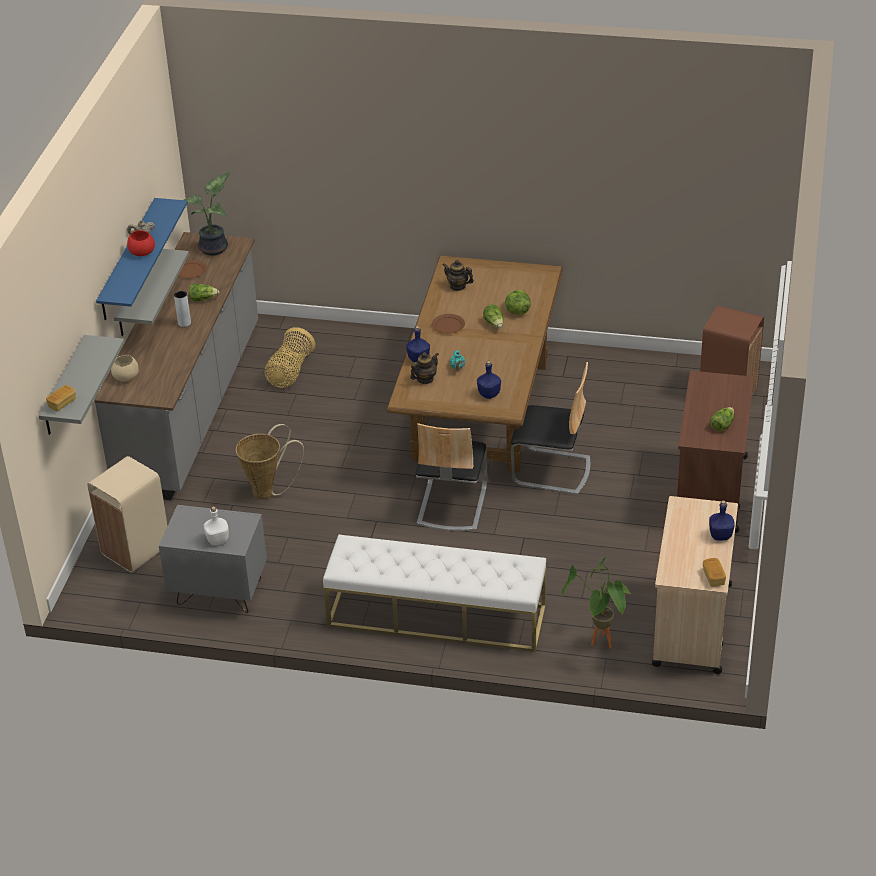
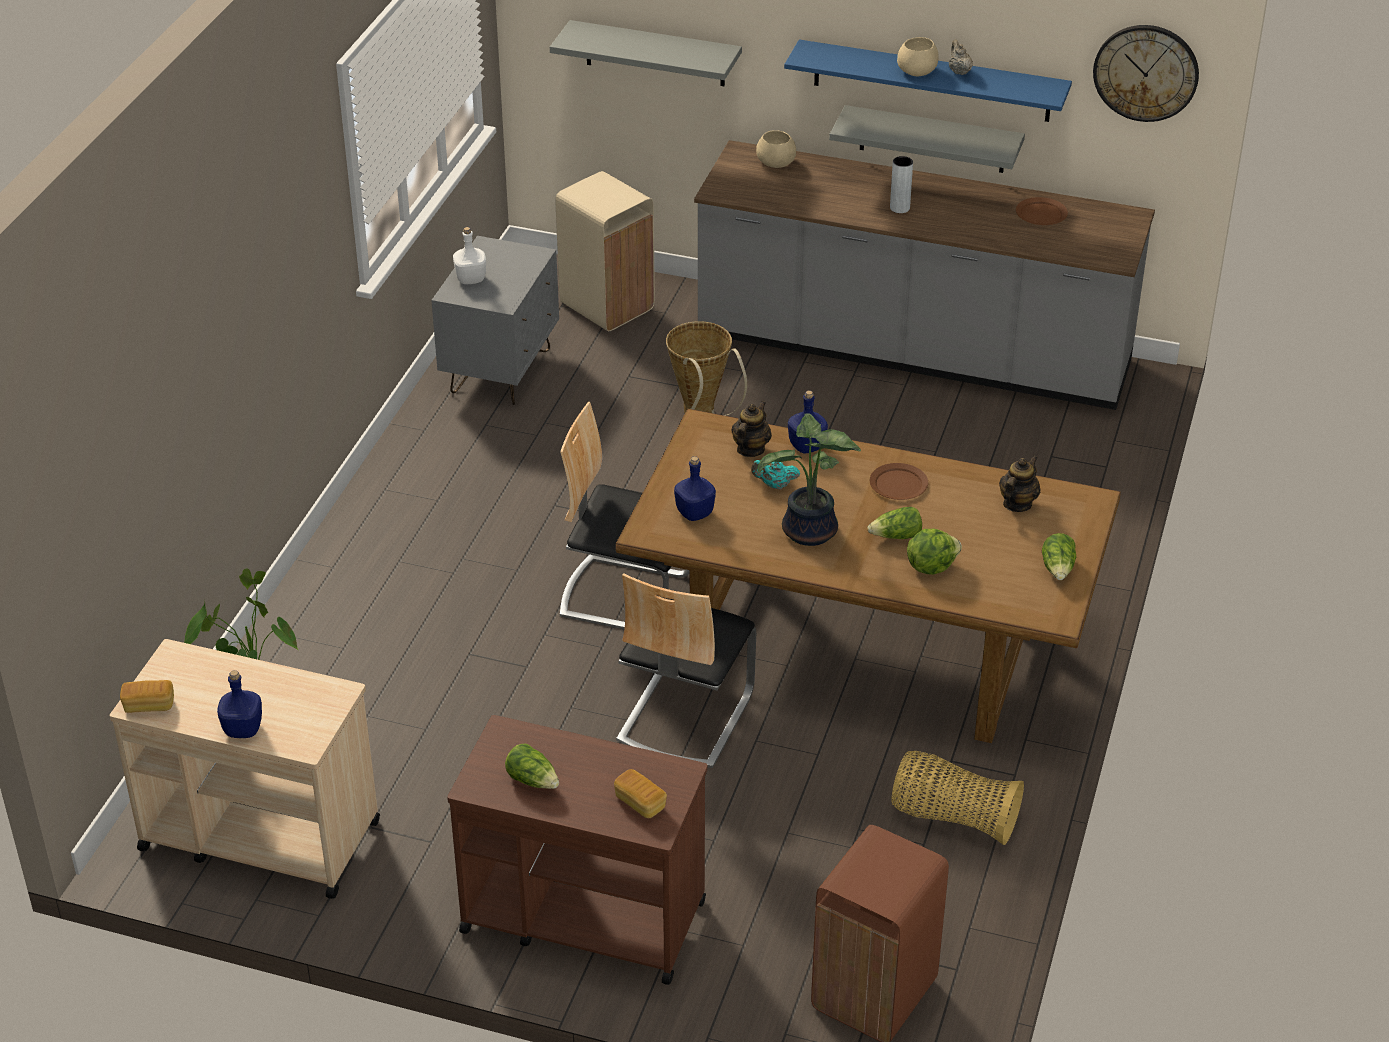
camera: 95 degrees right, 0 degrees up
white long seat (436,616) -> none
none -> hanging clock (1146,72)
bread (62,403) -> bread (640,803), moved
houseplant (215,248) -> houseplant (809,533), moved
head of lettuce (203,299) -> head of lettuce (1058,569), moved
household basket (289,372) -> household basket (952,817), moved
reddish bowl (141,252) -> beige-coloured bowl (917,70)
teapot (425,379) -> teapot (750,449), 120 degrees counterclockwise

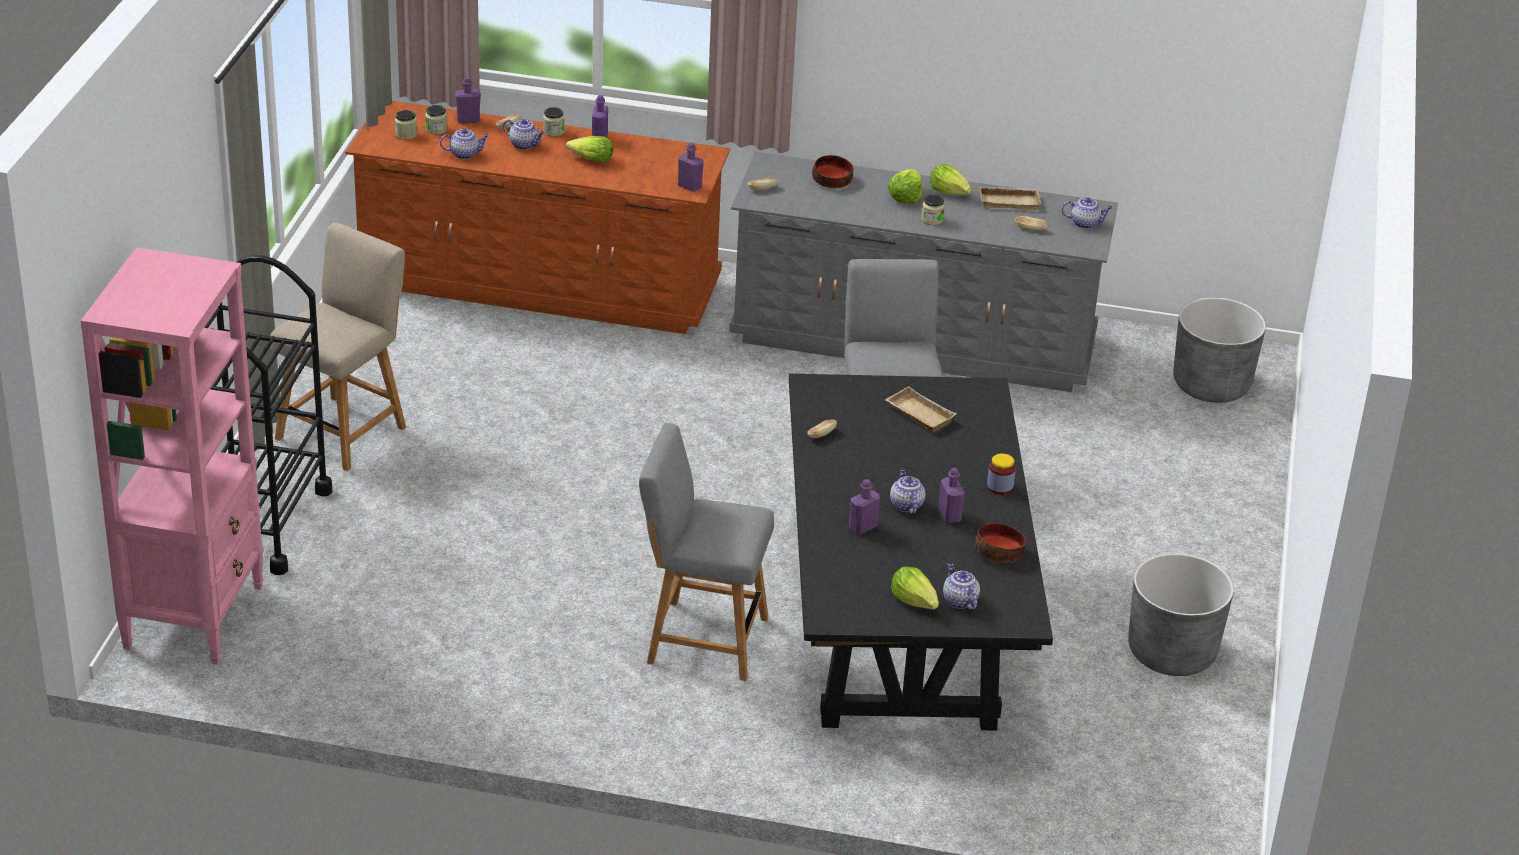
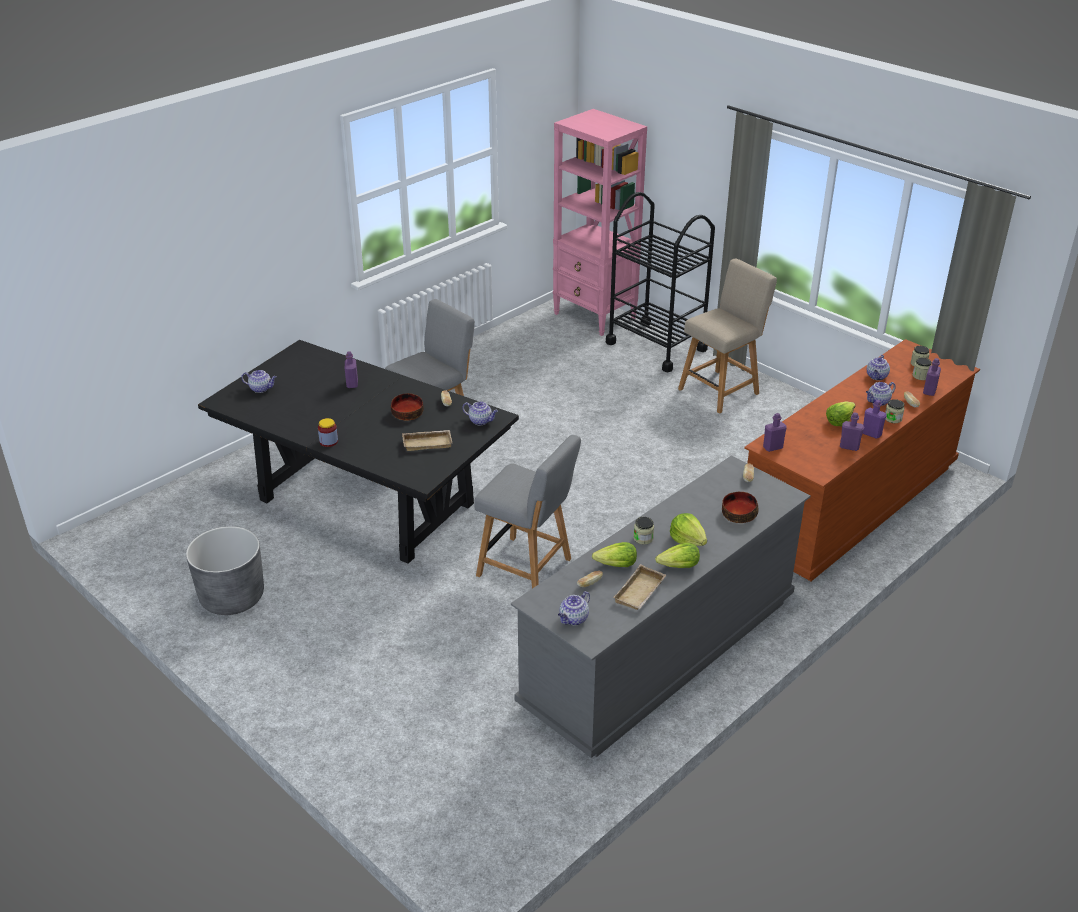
camera: 125 degrees right, 0 degrees up
grey planter (1211,385) -> none
teapot (906,505) -> teapot (481,421), moved
head of lettuce (914,601) -> head of lettuce (616,565), moved
purple-coloured drink bottle (949,516) -> purple-coloured drink bottle (849,447), moved
bowl (999,552) -> bowl (407,413), moved
beige-coloured upright chair (345,430) -> beige-coloured upright chair (721,390), 105 degrees counterclockwise

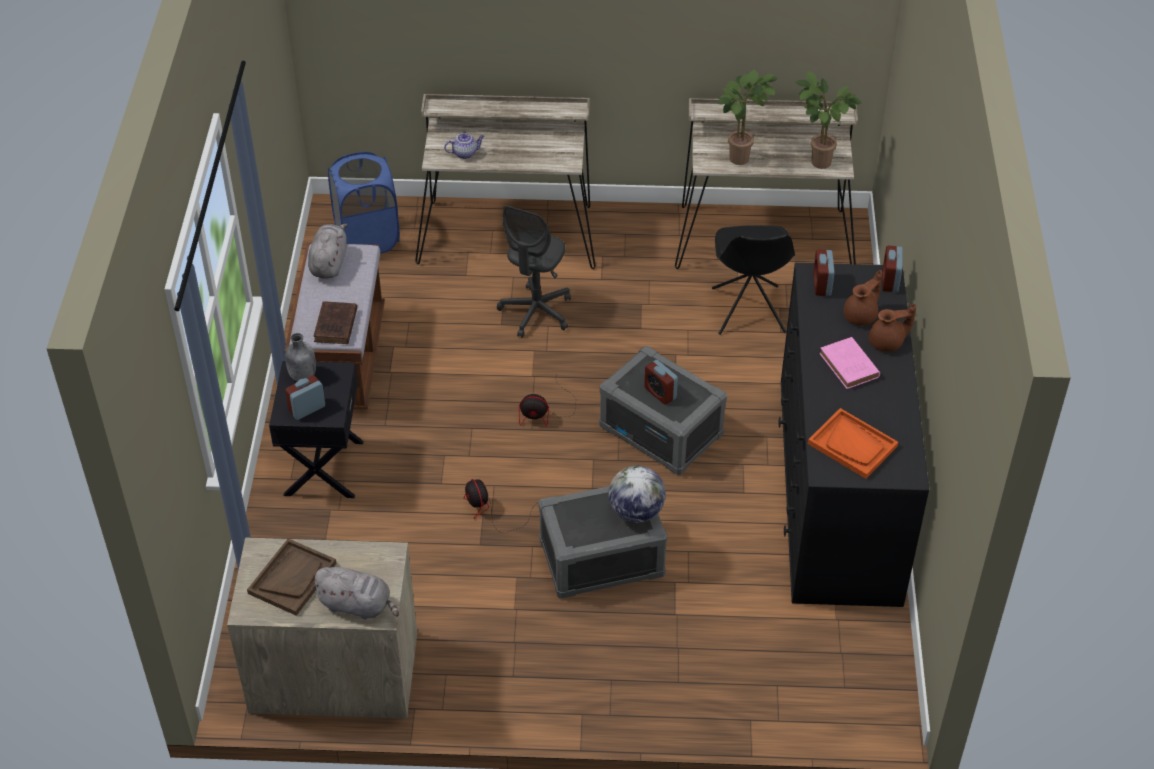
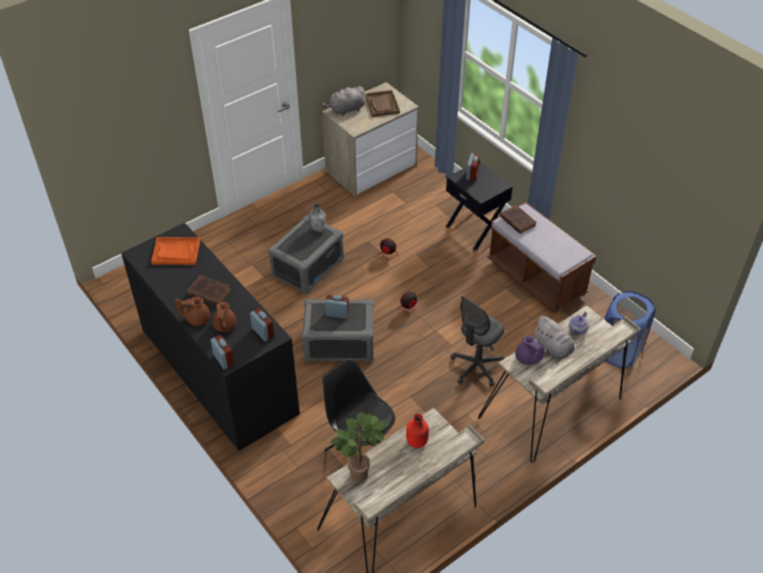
camera: 140 degrees right, 0 degrees up
desk globe (636,512) -> none
none -> purple-coloured teapot (527,359)
grey drink bottle (302,375) -> grey drink bottle (318,229), moved
grey soft toy (329,263) -> grey soft toy (554,348), moved
houseplant (740,156) -> reddish drink bottle (417,442)
pink volume (850,367) -> brown-coloured volume (208,292)
grey desk chair (536,312) -> grey desk chair (476,367), 120 degrees counterclockwise
brown-coloured teapot (887,342) -> brown-coloured teapot (197,318), 45 degrees clockwise

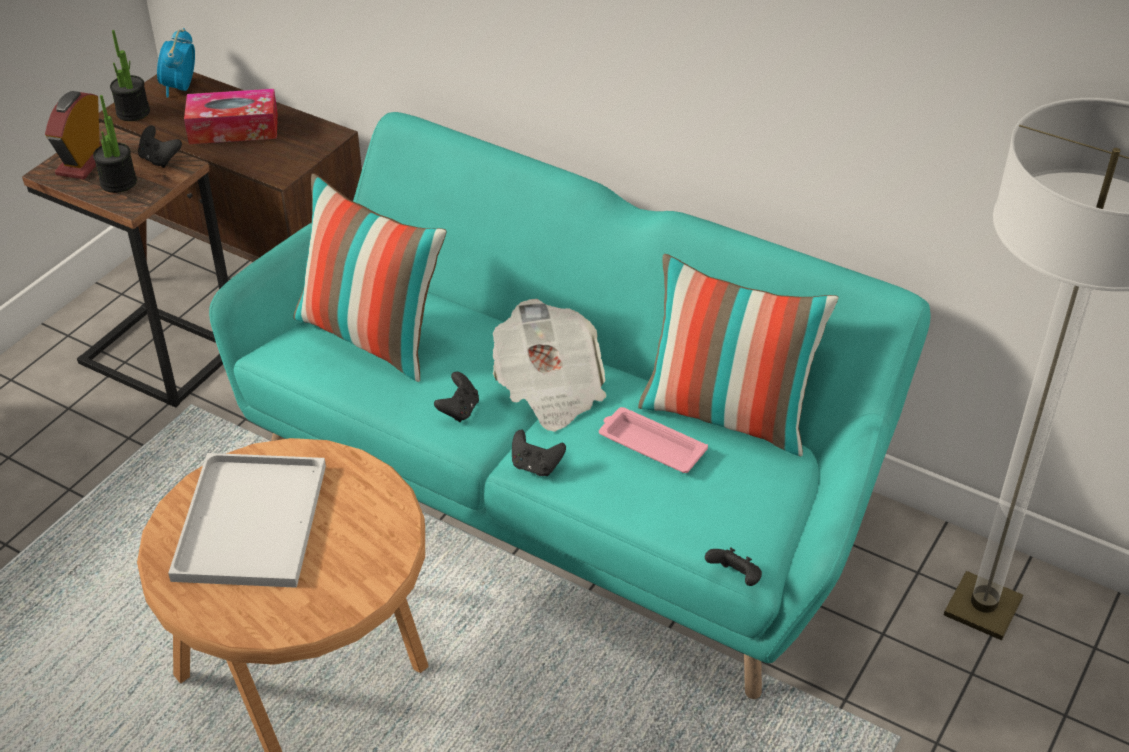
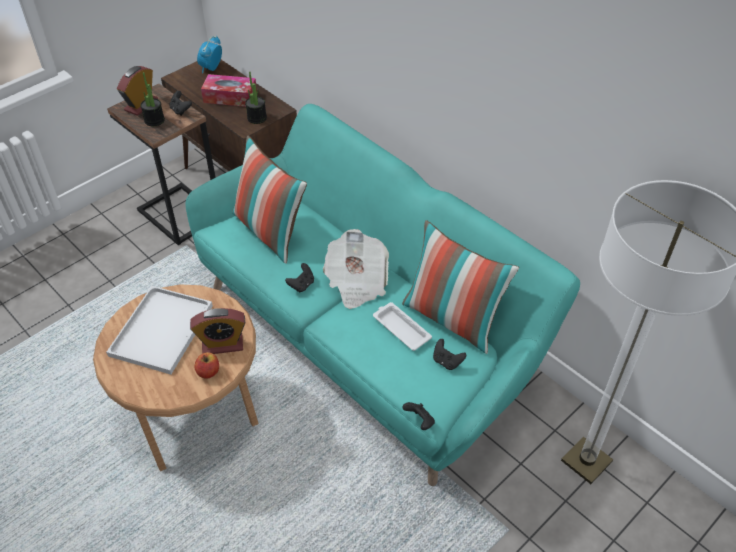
camera: 15 degrees right, 5 degrees up
none -> table clock (222,344)
none -> whole apple (208,372)
houseplant (133,112) -> houseplant (257,118), moved
black-coloured gamepad (536,466) -> black-coloured gamepad (447,361), moved
pink tray (650,445) -> white tray (400,328)

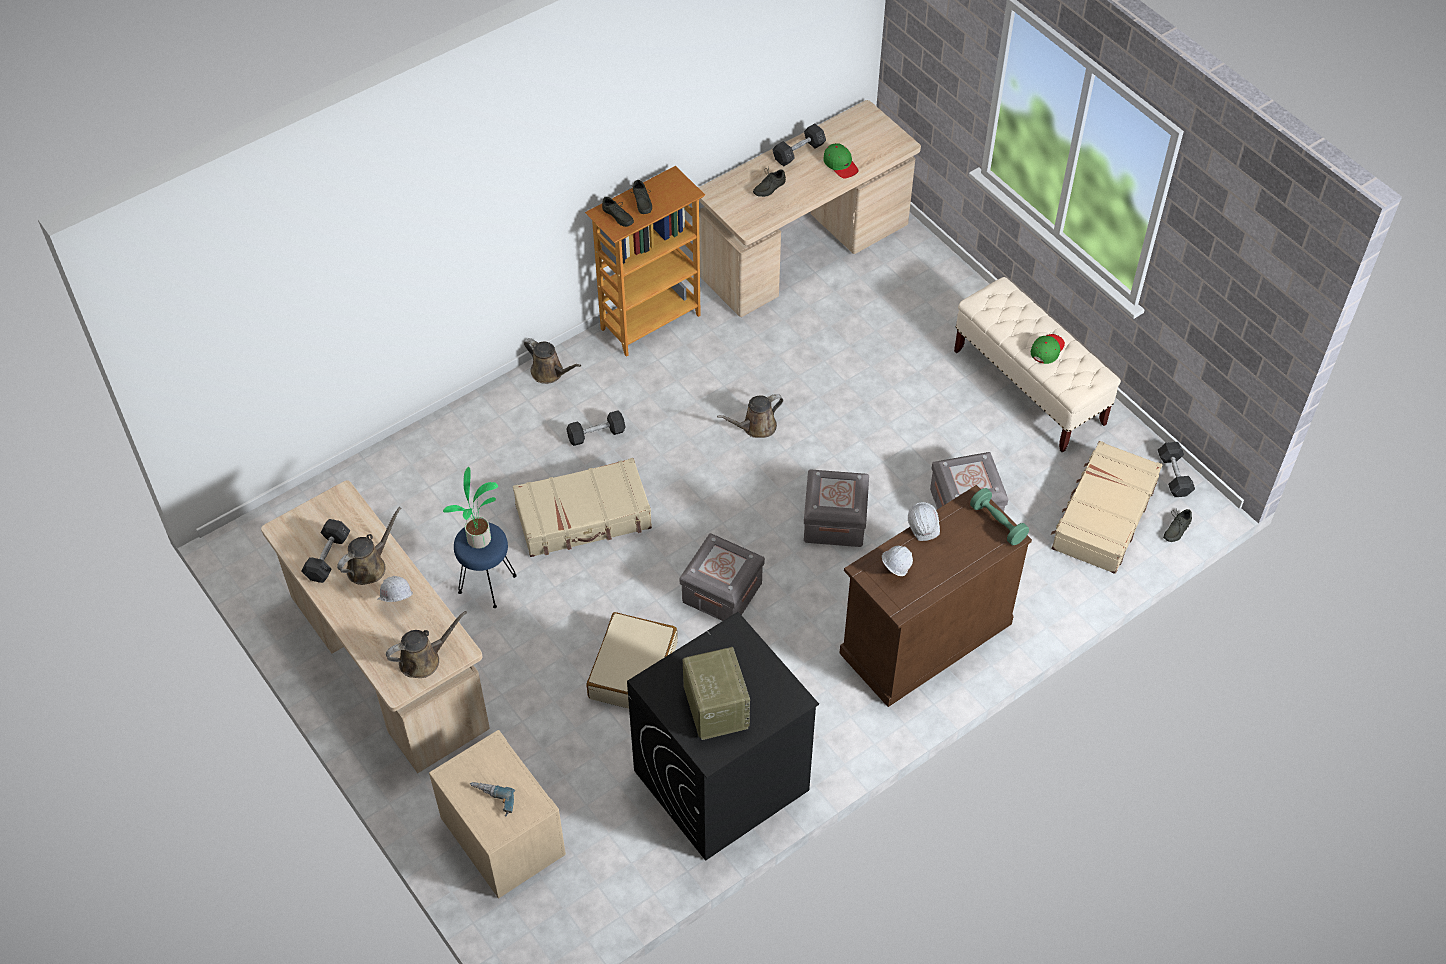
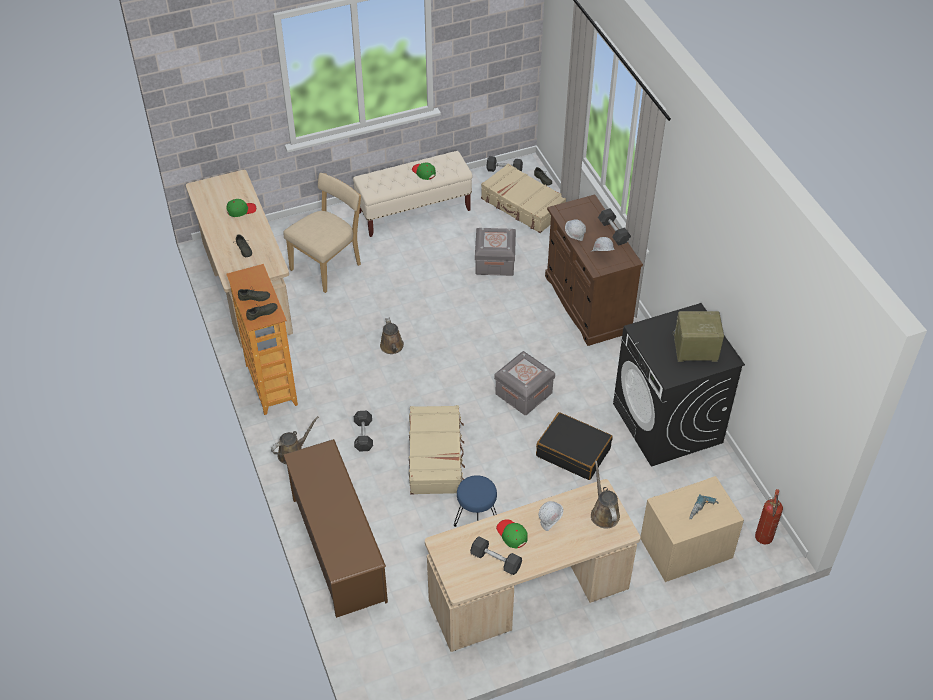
camera: 75 degrees left, 5 degrees down
houseplant (480,540) -> none
grey storage container (834,521) -> none
green-coloured hand weight (998,523) -> none
none -> brown-coloured shoe rack (338,548)
none -> beige-coloured upright chair (328,266)
none -> fire-fighting cylinder (763,541)
grey hand weight (799,152) -> grey hand weight (613,232), moved
brown-coloured watering pot (369,566) -> green-coloured baseball cap (512,535)
beige-coloured piece of luggage (634,671) -> black-coloured piece of luggage (573,452)

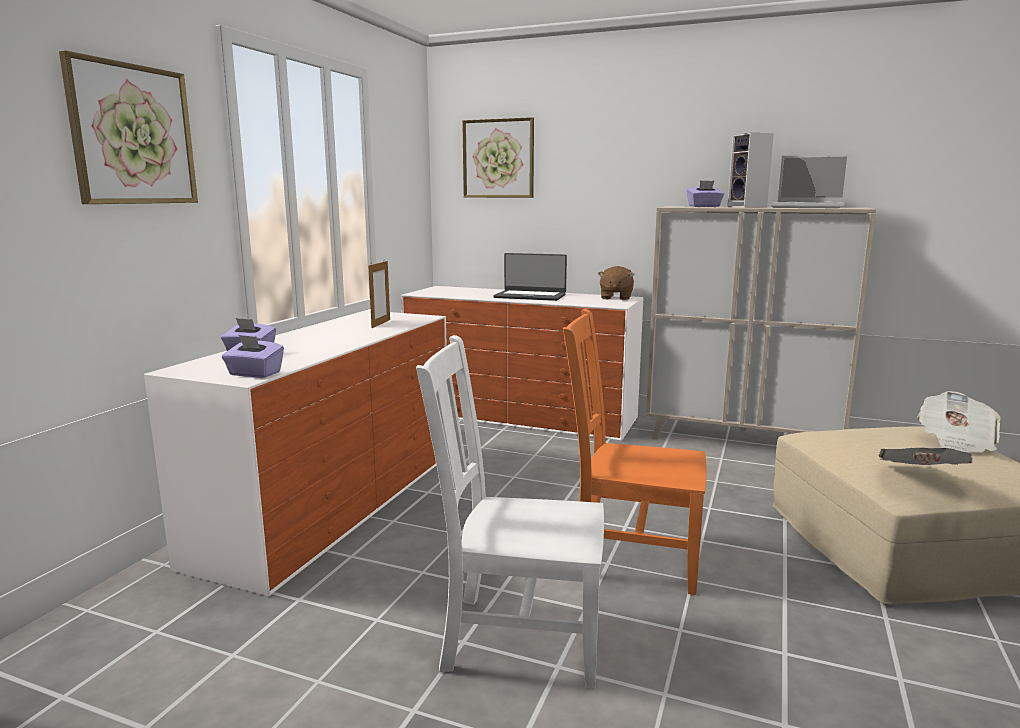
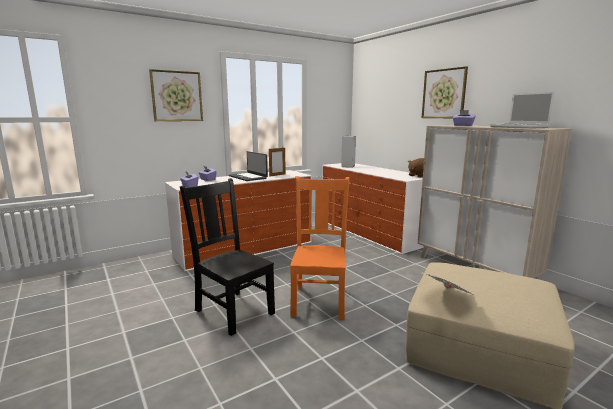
camera: 35 degrees right, 0 degrees up
printed paper (955,442) -> none
picture (498,159) -> picture (444,94), moved
notebook computer (530,296) -> notebook computer (248,177), moved
audio speaker (748,207) -> audio speaker (348,166), moved
white upright chair (517,638) -> black-coloured upright chair (233,310)
orange-coloured upright chair (629,557) -> orange-coloured upright chair (319,300), 45 degrees clockwise

